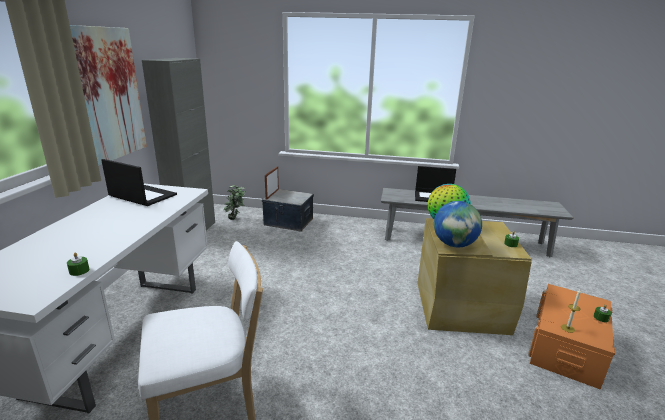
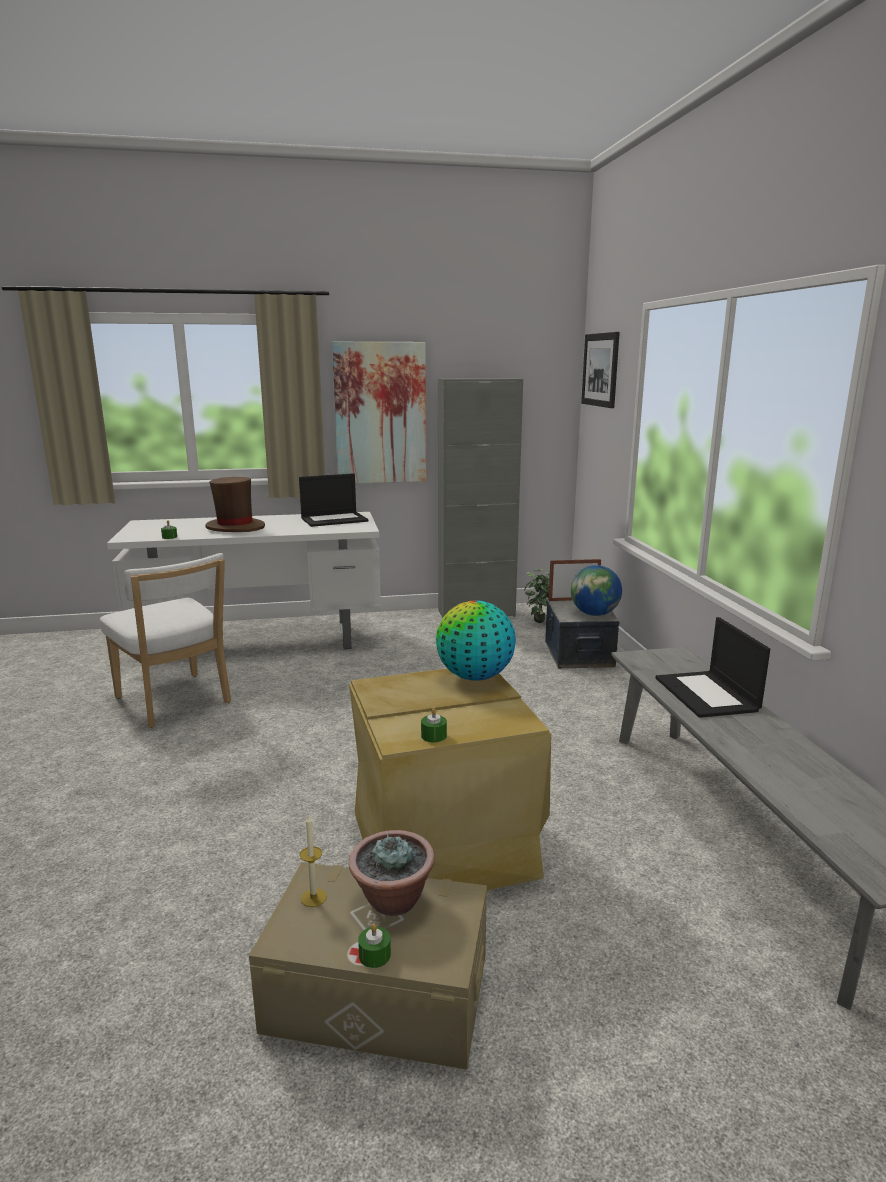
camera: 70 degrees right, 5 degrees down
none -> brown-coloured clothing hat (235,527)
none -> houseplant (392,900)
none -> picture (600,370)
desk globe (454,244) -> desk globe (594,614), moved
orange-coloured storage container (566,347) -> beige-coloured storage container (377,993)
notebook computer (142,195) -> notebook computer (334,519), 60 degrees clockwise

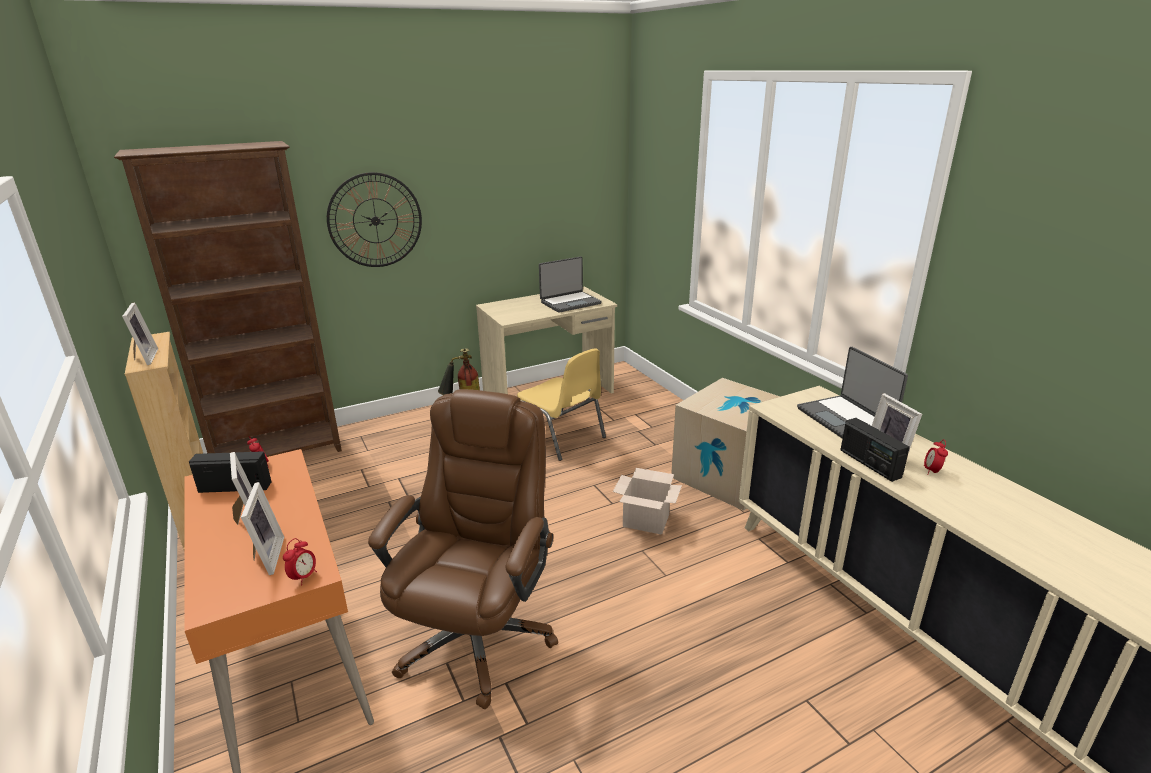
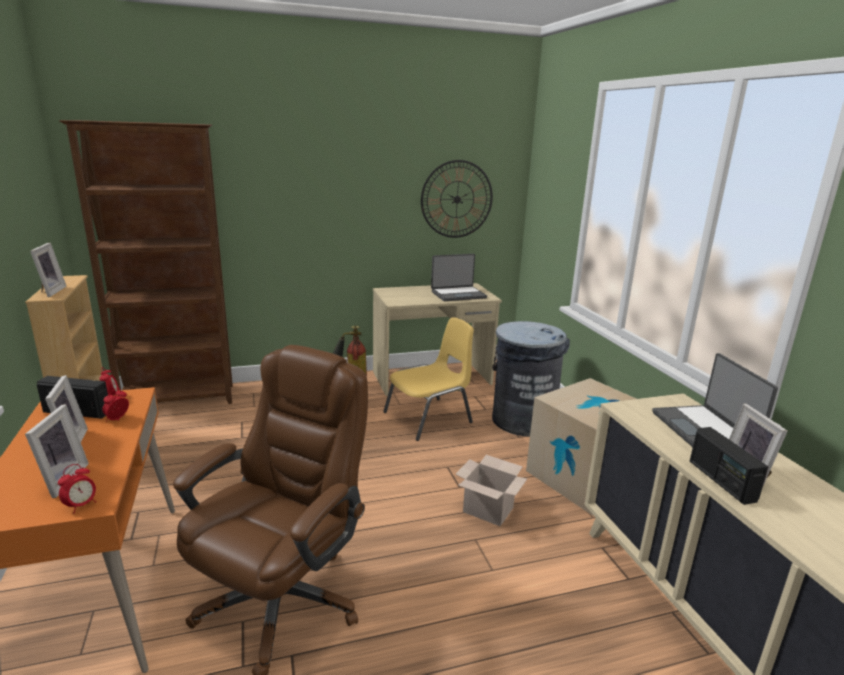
camera: 10 degrees right, 5 degrees down
none -> grey waste bin (523,420)
hanging clock (375,220) -> hanging clock (457,199), moved
table clock (931,471) -> table clock (117,419), moved
yellow-coloured upright chair (560,437) -> yellow-coloured upright chair (429,418), 90 degrees counterclockwise

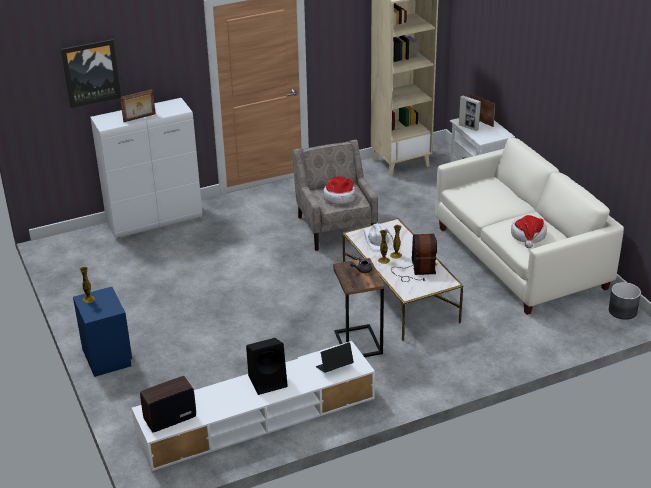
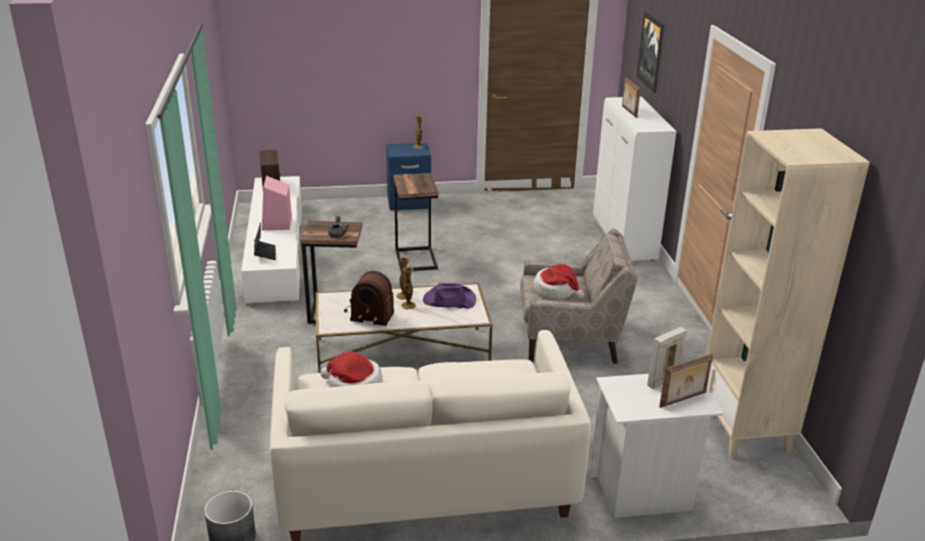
camera: 105 degrees right, 5 degrees down
none -> side table (417,259)
black-coloured audio speaker (268,381) -> pink audio speaker (277,224)
white clothing hat (377,240) -> purple-coloured clothing hat (449,300)

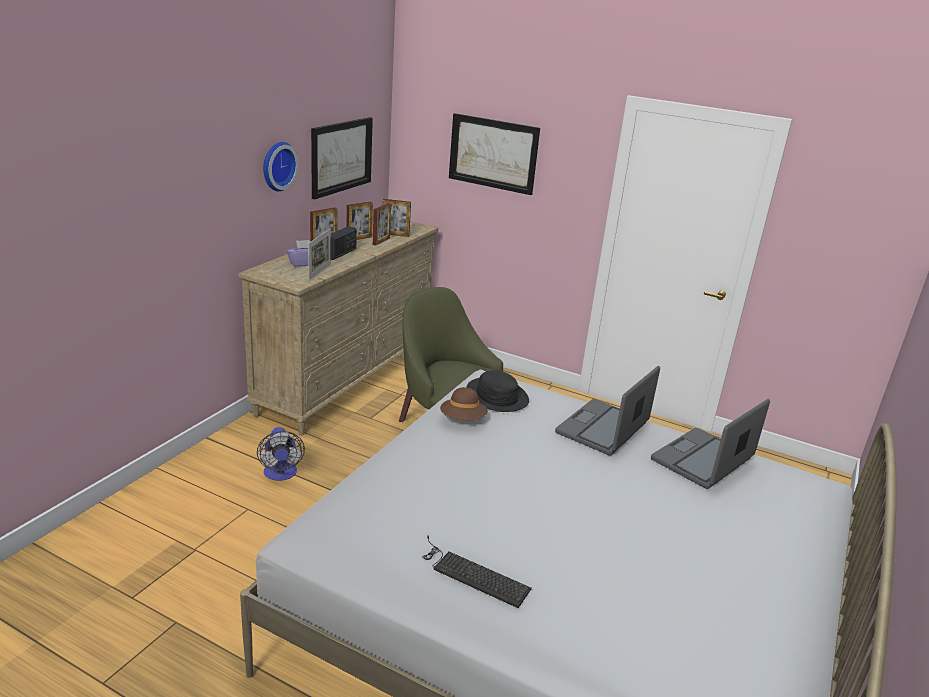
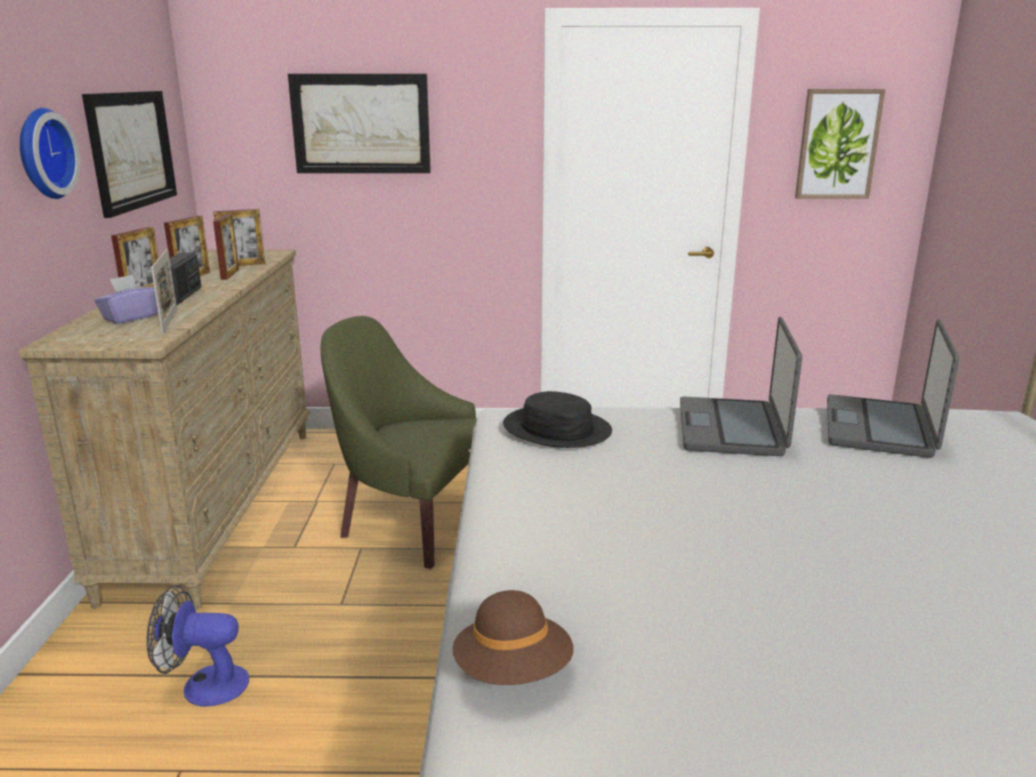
camera: 25 degrees left, 5 degrees down
computer keyboard (471,573) -> none
none -> picture (837,144)
brown-coloured clothing hat (463,419) -> brown-coloured clothing hat (513,672), moved
fan (281,474) -> fan (204,685), 135 degrees clockwise

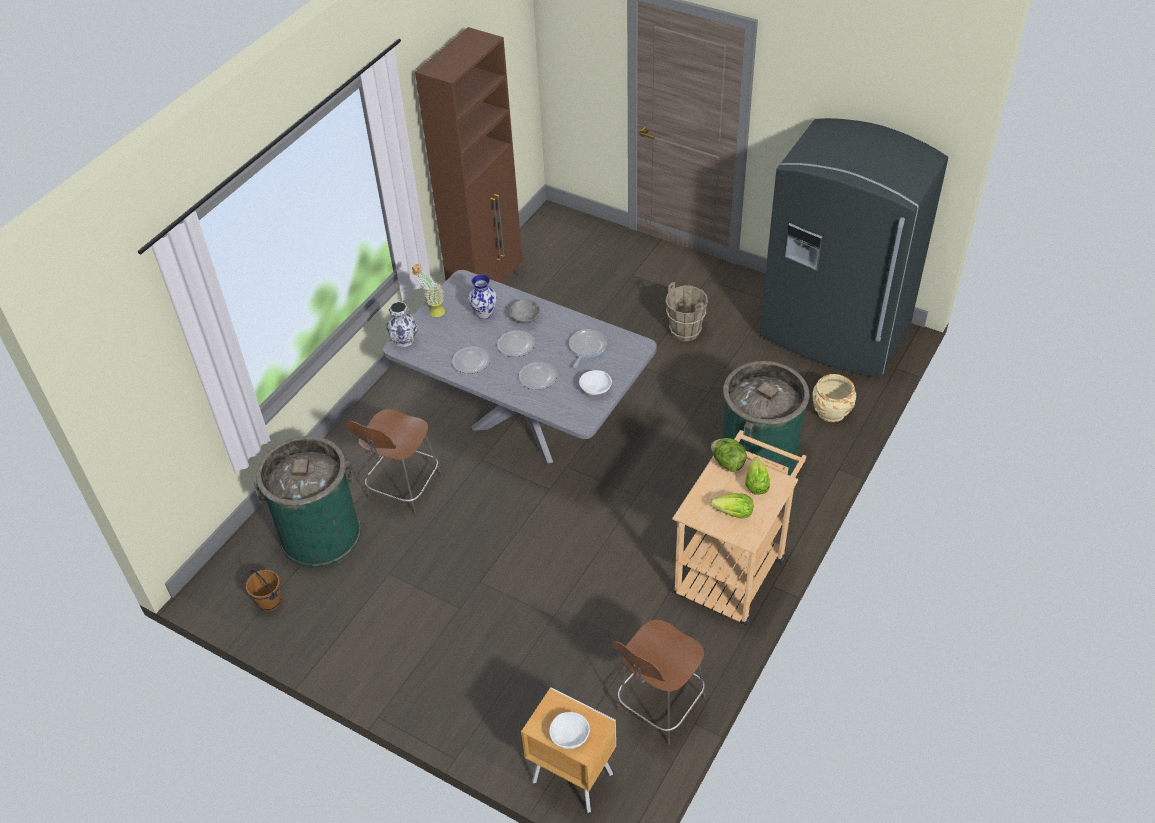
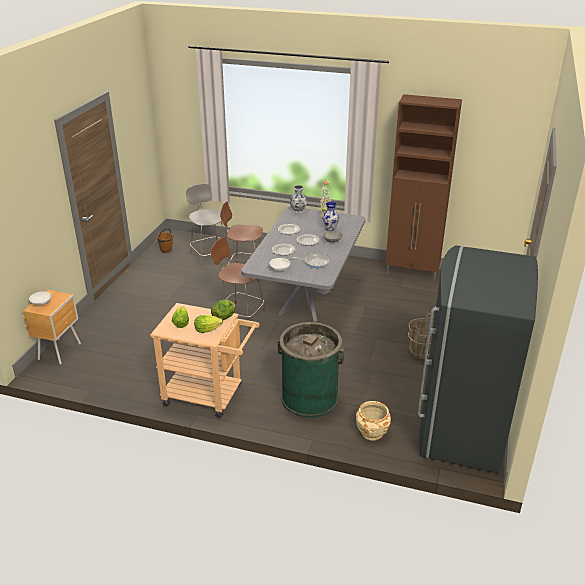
camera: 75 degrees right, 15 degrees down
brown-coloured upright chair (659,706) -> brown-coloured upright chair (240,315), moved
green-coloured waste bin (320,535) -> grey upright chair (209,255)

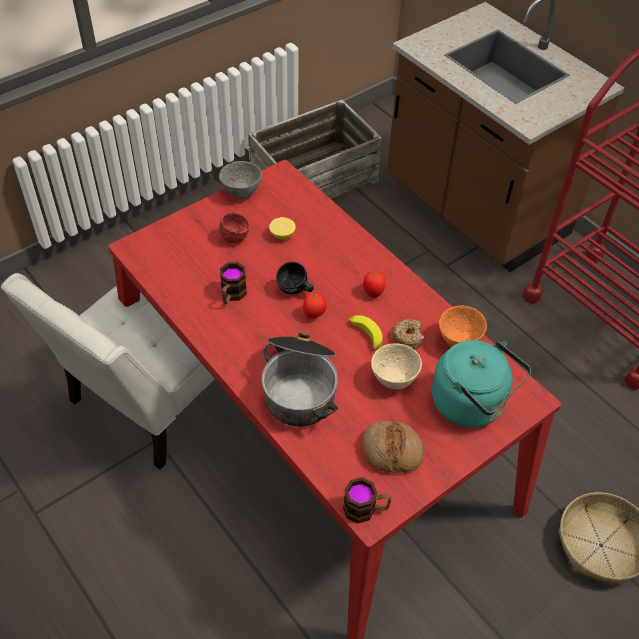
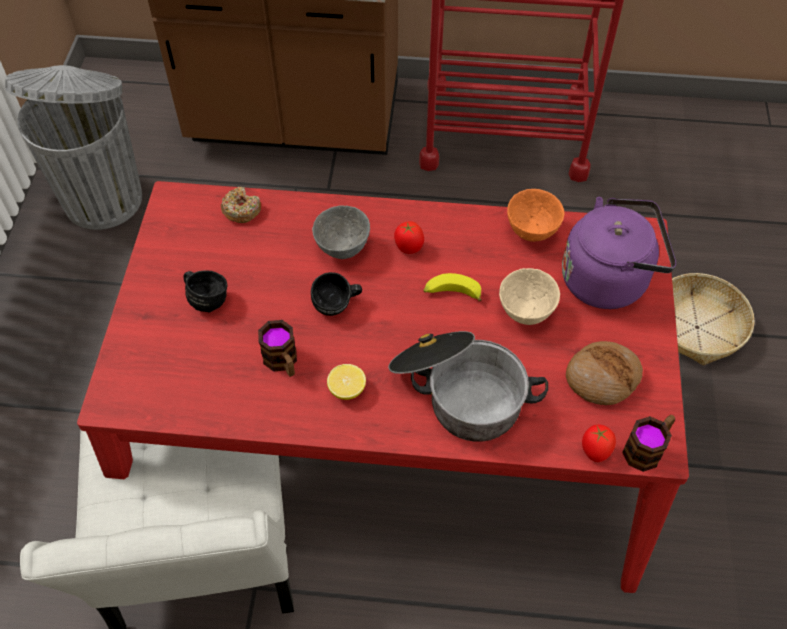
camera: 45 degrees left, 5 degrees up
grey bowl (242,193) -> grey bowl (344,249), moved
whole lemon (282,235) -> whole lemon (347,389), moved
fresh tomato (314,314) -> fresh tomato (595,451), moved
doughnut (407,337) -> doughnut (241,210), moved
crate (313,178) -> grey waste bin (104,197)
reddish coffee mug (236,235) -> black-coloured coffee mug (206,298)
blue-green tea kettle (472,404) -> purple-coloured tea kettle (609,279)

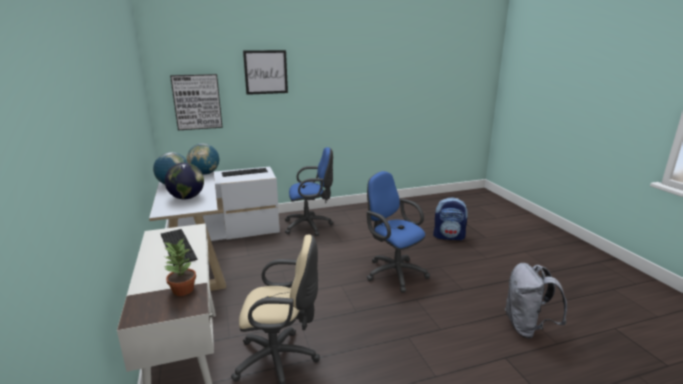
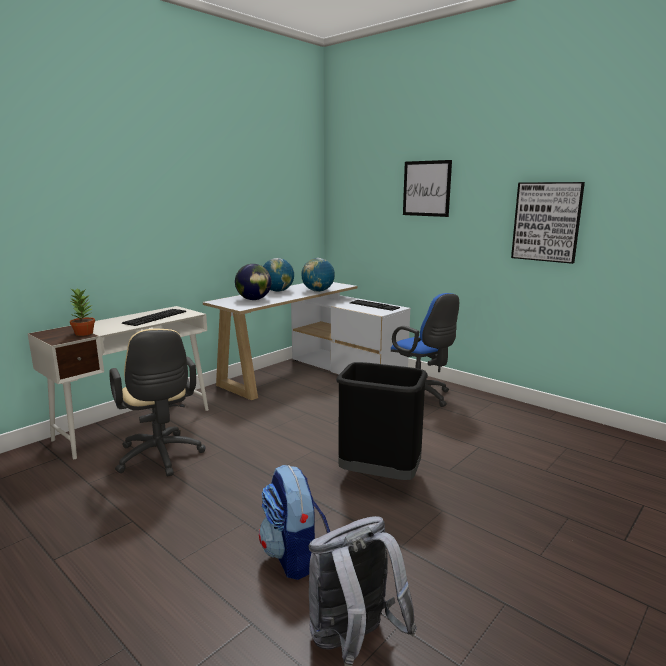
camera: 60 degrees right, 5 degrees down
picture (197,102) -> picture (546,222), moved
backpack (449,236) -> backpack (294,556), moved
blue-coloured desk chair (393,272) -> black-coloured waste bin (380,476)

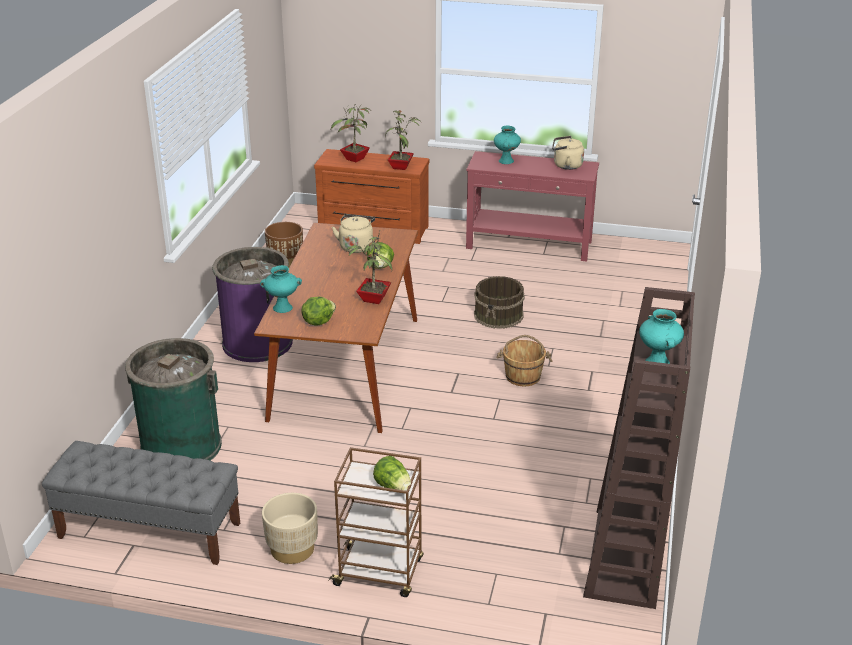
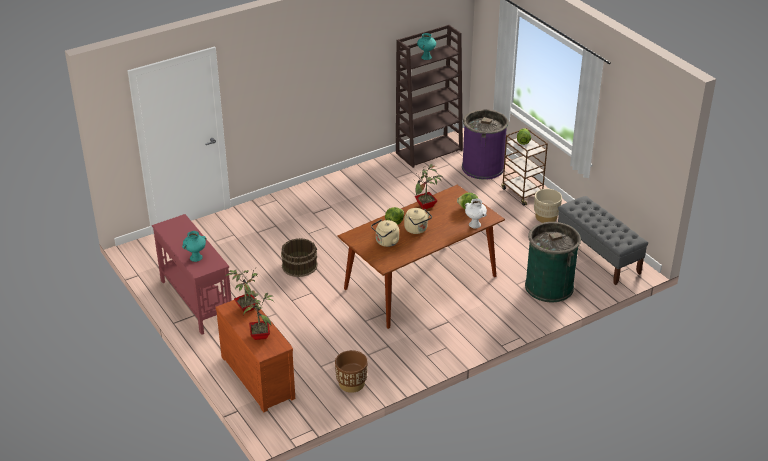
camera: 135 degrees left, 5 degrees up
brown-coloured water bucket (523,376) -> none
purple-coloured waste bin (257,343) -> purple-coloured waste bin (483,167), moved
beige-coloured tea kettle (566,165) -> beige-coloured tea kettle (417,229), moved
blue-green flower vase (282,308) -> white flower vase (475,224)

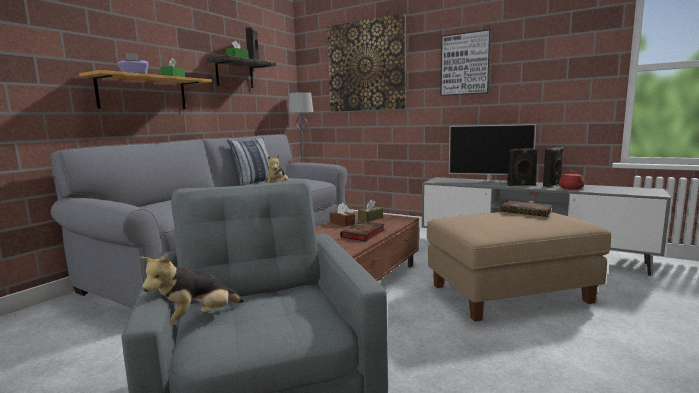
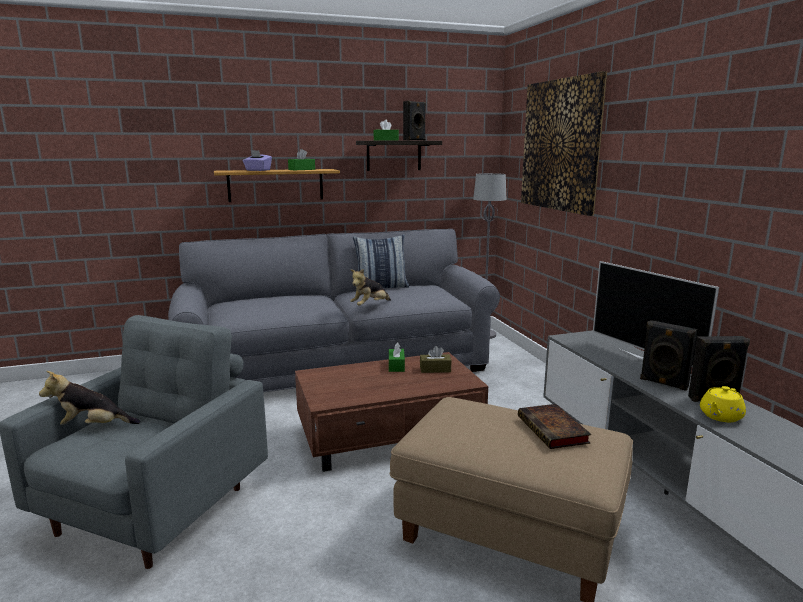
camera: 40 degrees right, 5 degrees up
volume (363,234) -> none
picture (465,64) -> none
brown-coloured tissue box (342,223) -> green-coloured tissue box (396,366)
reddish teapot (571,188) -> yellow-coloured teapot (720,416)

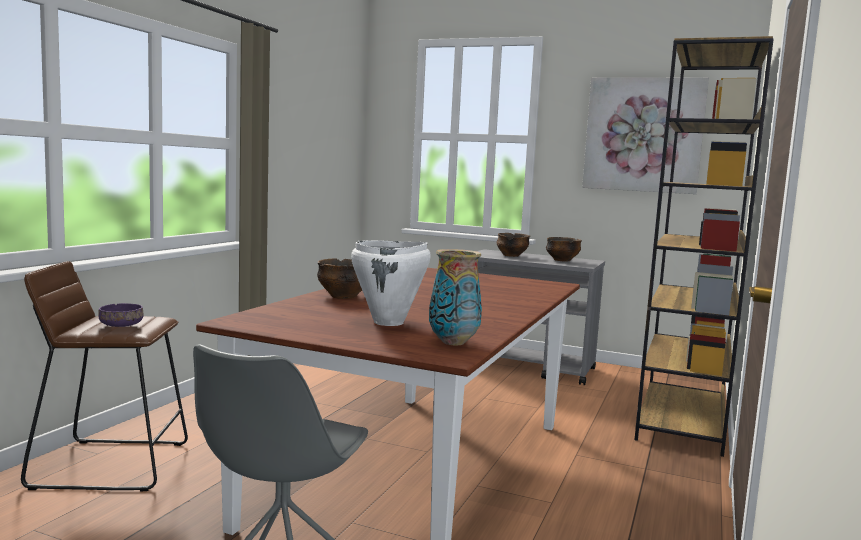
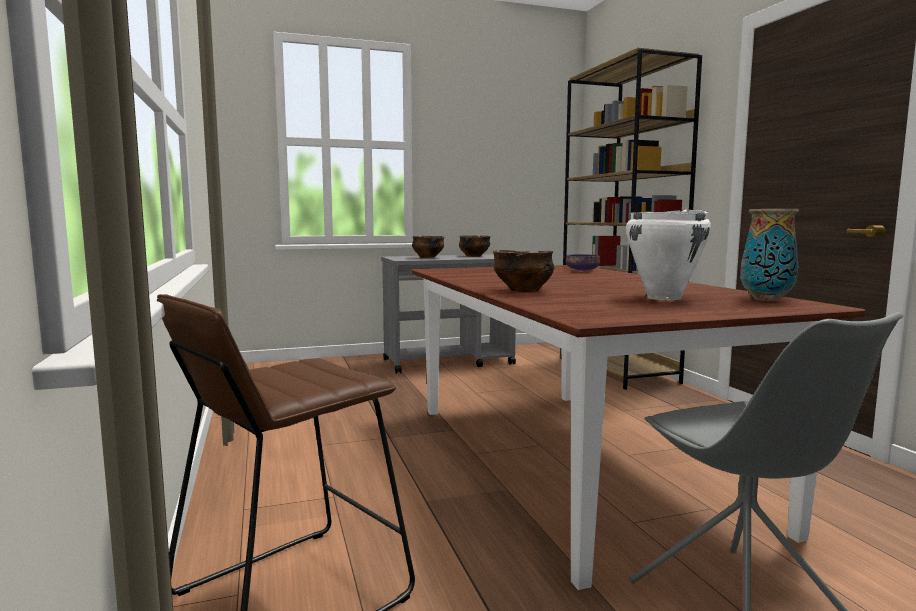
camera: 40 degrees left, 0 degrees up
picture (643,135) -> none
purple-coloured bowl (121,326) -> purple-coloured bowl (583,270), moved

